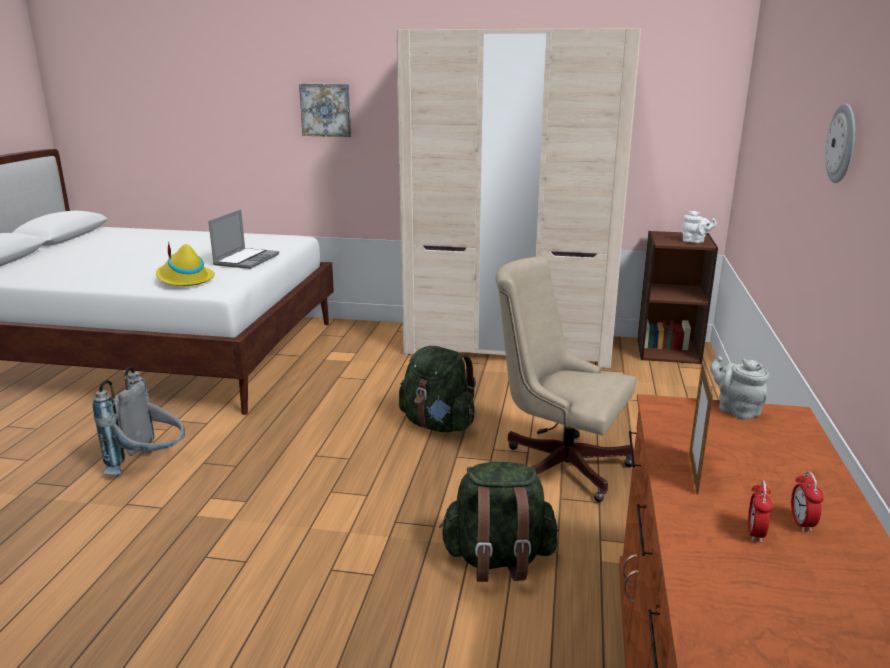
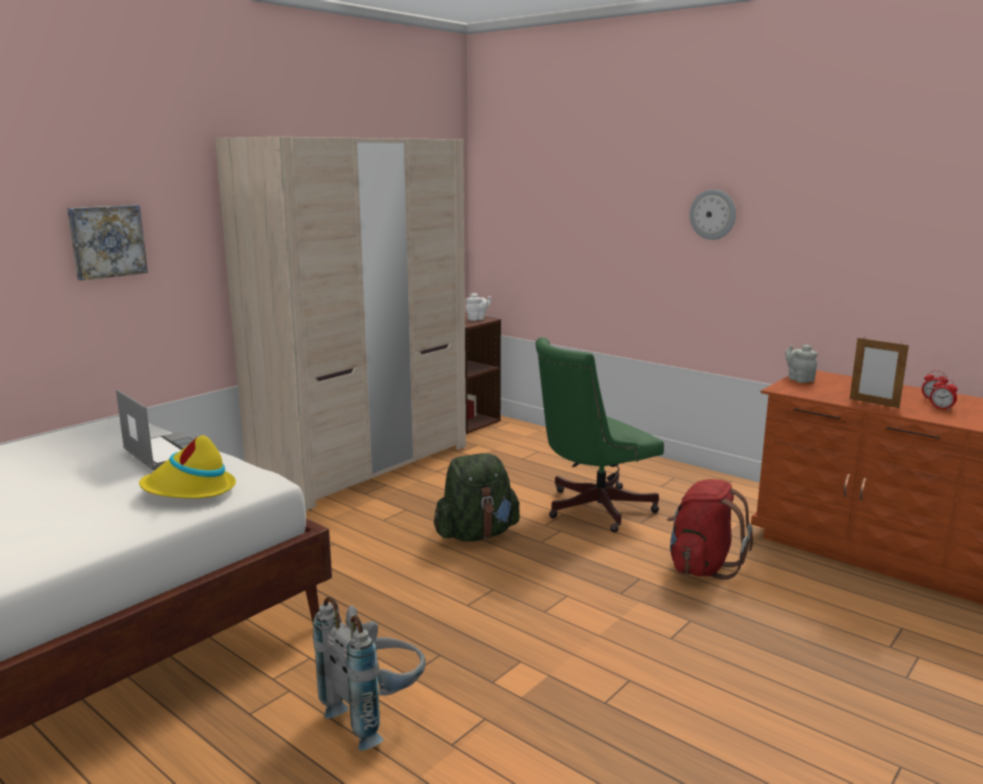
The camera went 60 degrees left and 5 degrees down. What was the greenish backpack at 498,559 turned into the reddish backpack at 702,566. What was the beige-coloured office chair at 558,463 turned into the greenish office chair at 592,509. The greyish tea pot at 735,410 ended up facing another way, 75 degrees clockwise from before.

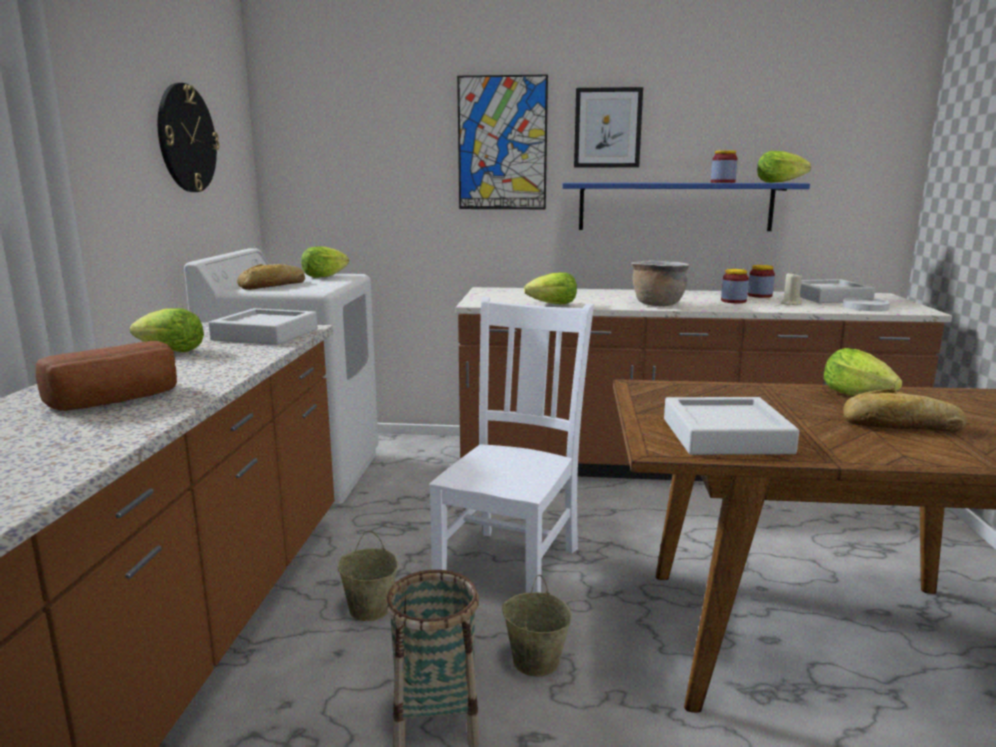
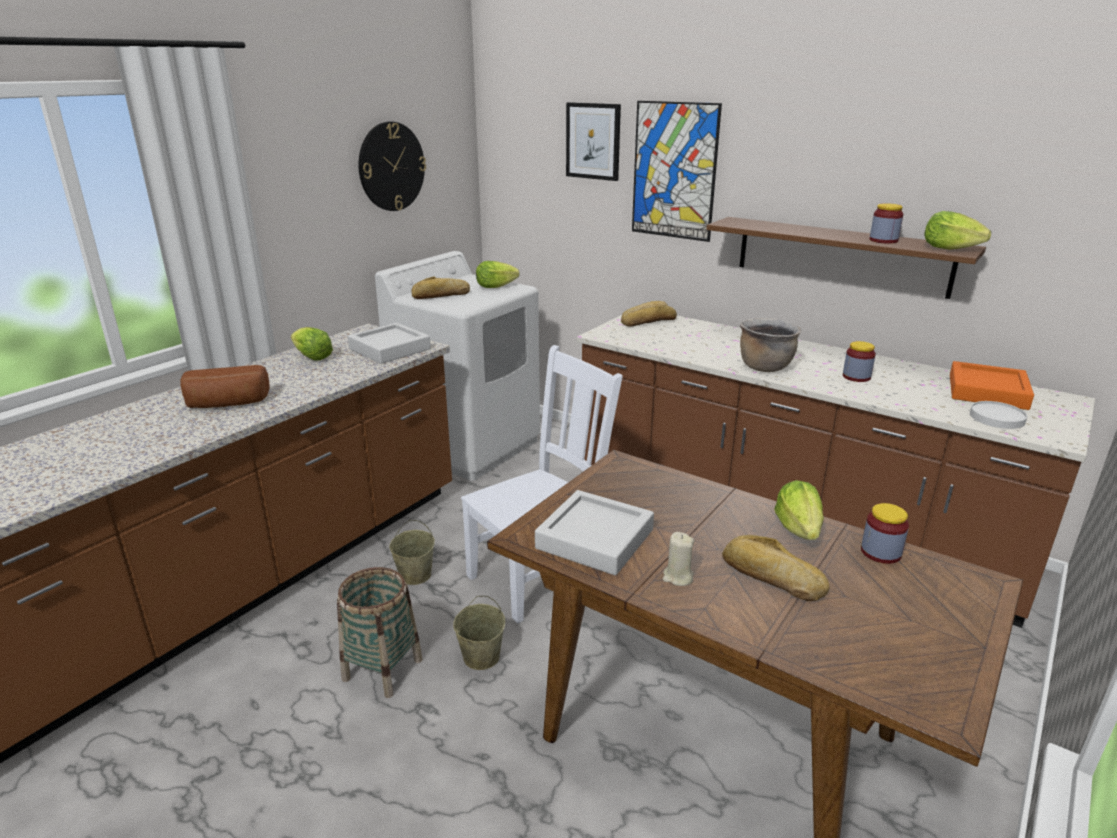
The camera went 30 degrees right and 10 degrees up. The second view lost the head of lettuce at 553,304. The second view gained the baked bread at 647,321. The picture ended up elsewhere, having gone from 607,128 to 593,141. The storage jar ended up elsewhere, having gone from 759,296 to 880,552. The beige-coloured candle ended up elsewhere, having gone from 790,304 to 677,577. What was the blue bracket shelf at 675,206 turned into the brown bracket shelf at 841,256. What was the greyish serving tray at 829,297 turned into the orange serving tray at 987,392.

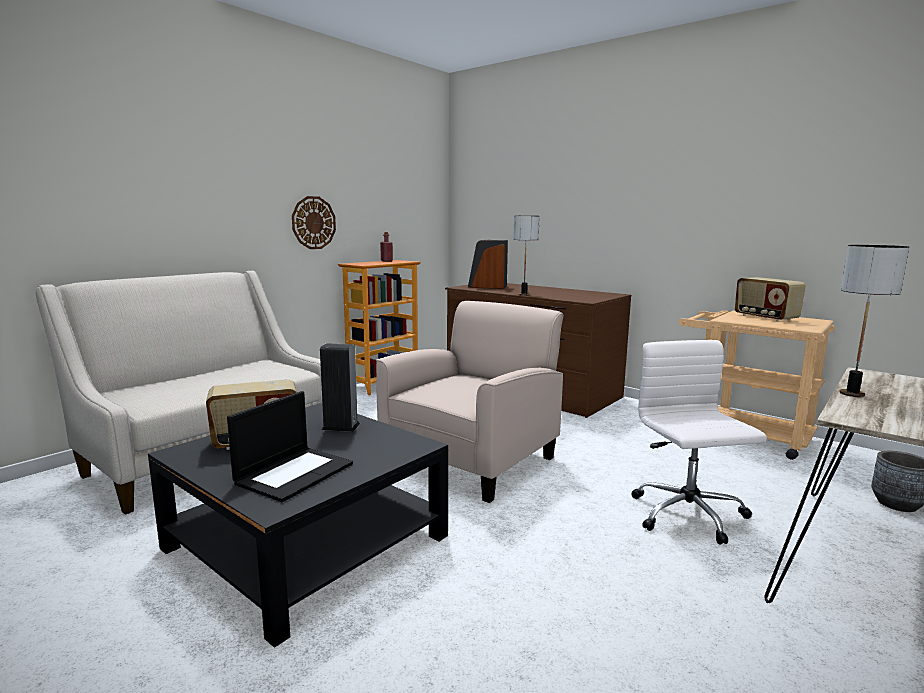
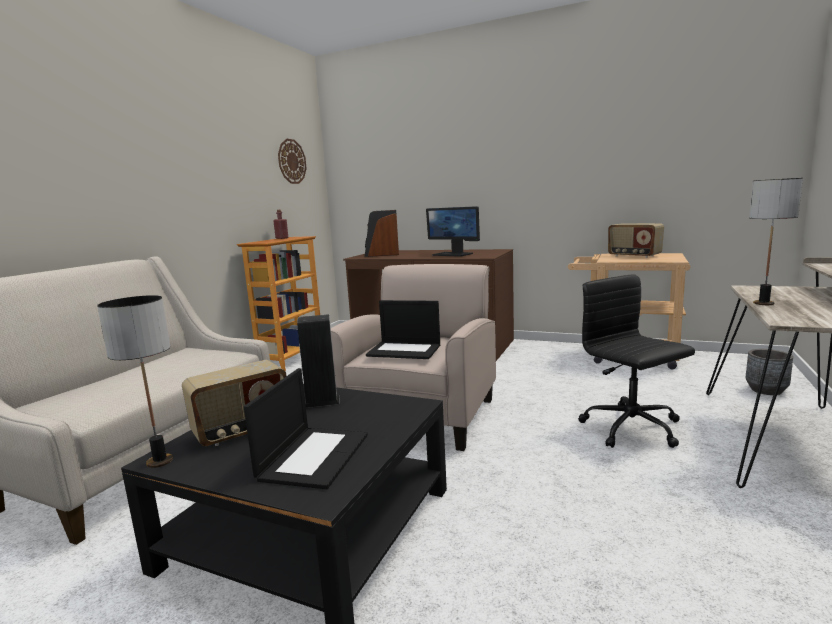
The camera went 15 degrees left and 0 degrees up. The second view gained the portable computer at 405,350. The second view gained the monitor at 453,254. The clock on the wall ended up elsewhere, having gone from 313,223 to 291,161. The tabletop lamp ended up elsewhere, having gone from 524,294 to 160,461. What was the whitish office chair at 688,516 turned into the black office chair at 632,428.

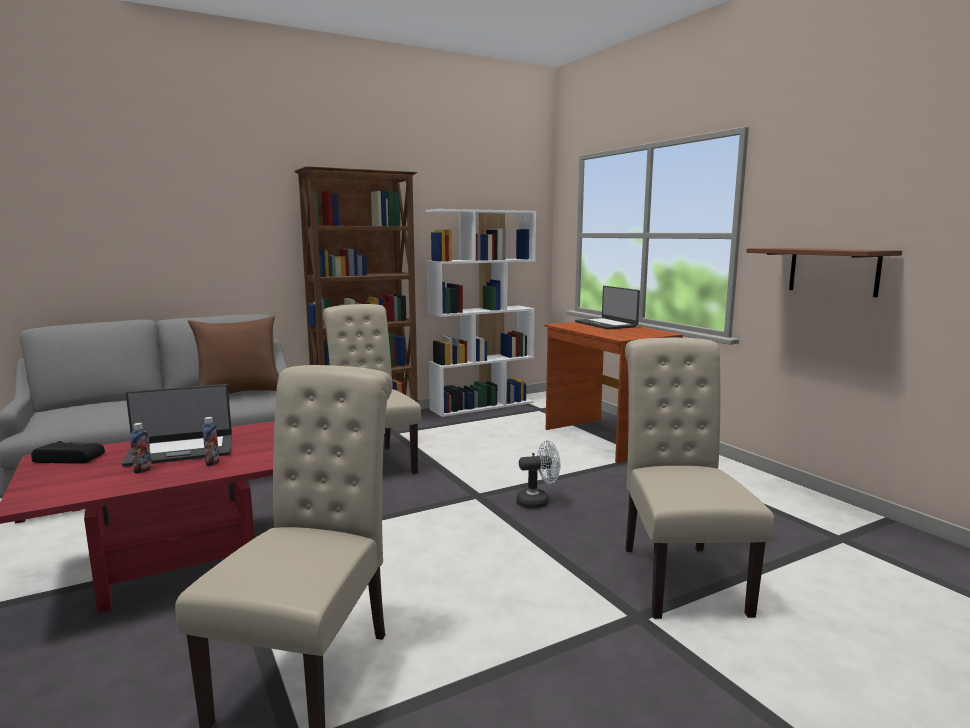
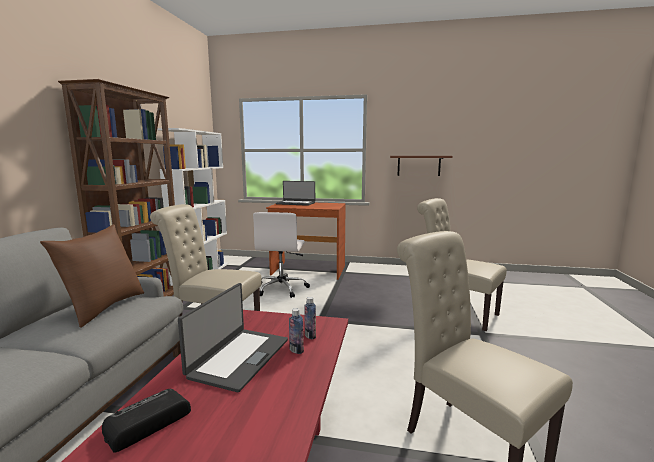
The camera went 50 degrees left and 0 degrees up. The second view lost the whitish cooling fan at 538,501. The second view gained the whitish office chair at 281,288. The drink bottle ended up elsewhere, having gone from 143,470 to 310,336.

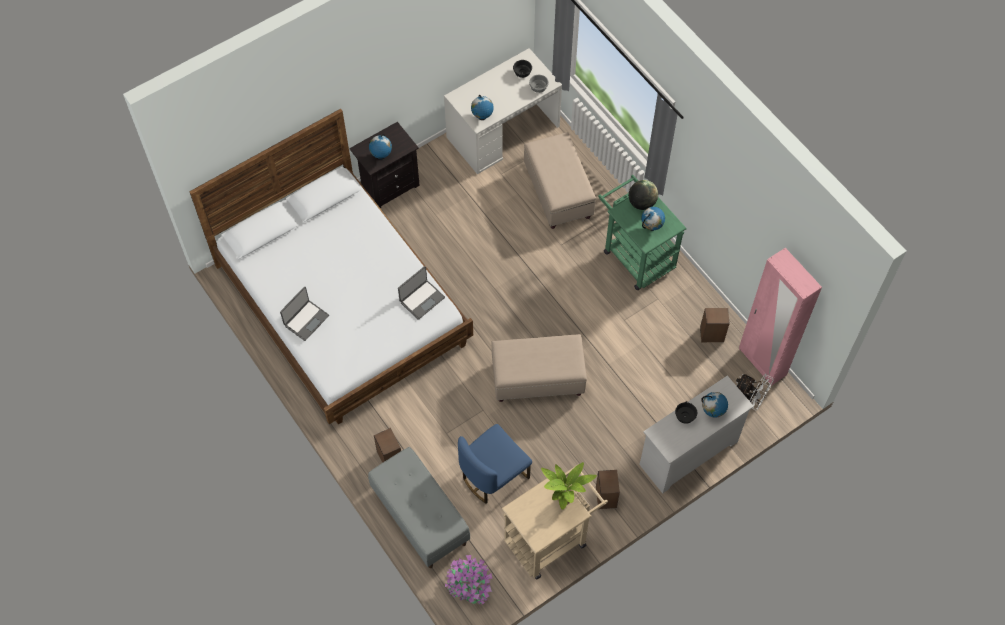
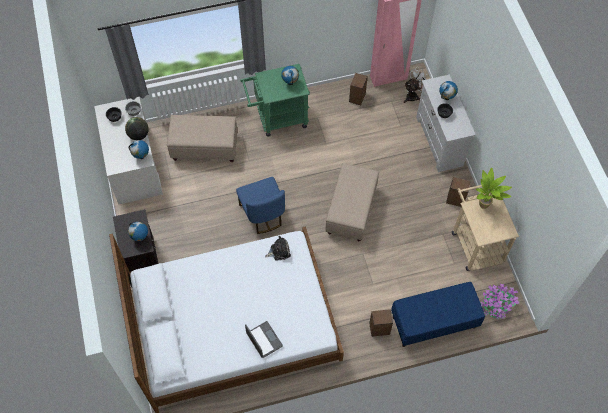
The camera went 70 degrees left and 0 degrees up. The blue upright chair ended up elsewhere, having gone from 493,475 to 262,214. The world globe ended up elsewhere, having gone from 642,203 to 139,135. Where the portable computer stood at 421,299, the plush toy came to stand at 279,251. What was the greyish indoor bench at 419,517 turned into the blue indoor bench at 433,322.

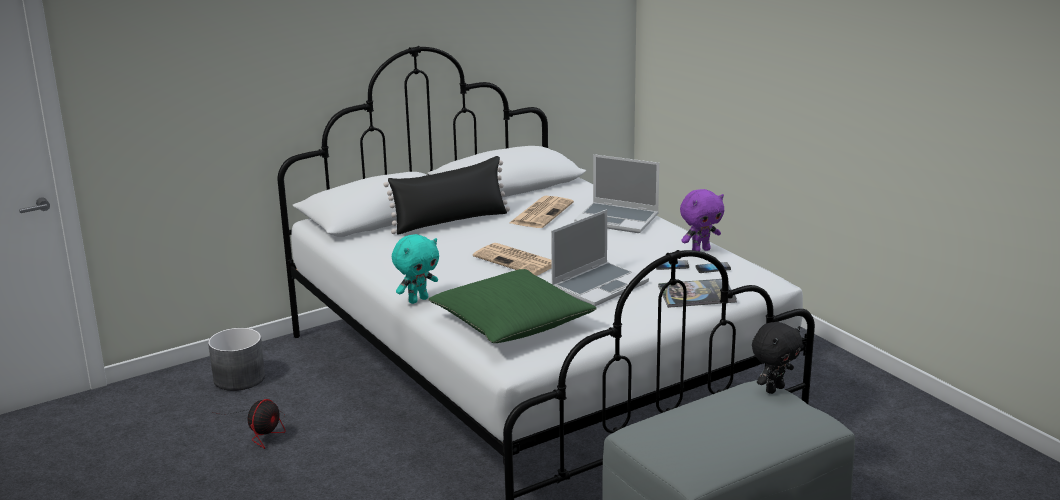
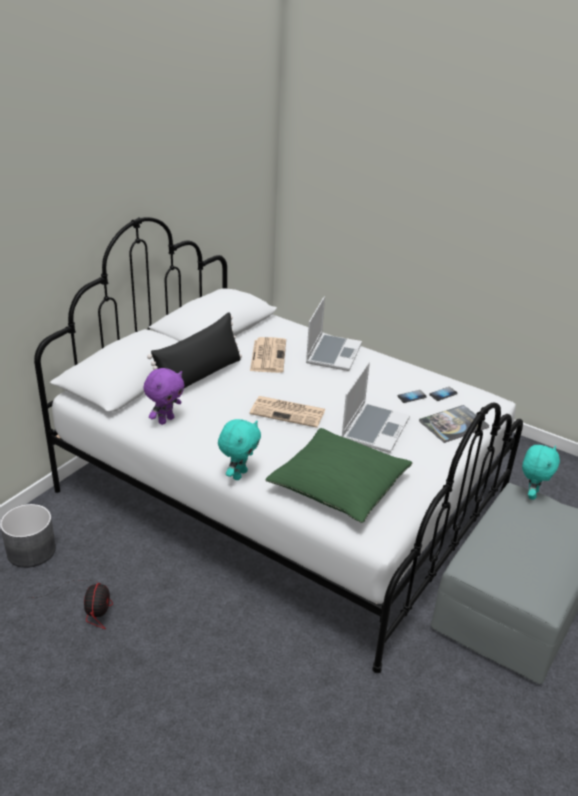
The camera went 25 degrees left and 10 degrees up. The purple-coloured plush toy ended up elsewhere, having gone from 700,250 to 165,420. What was the black plush toy at 774,389 turned into the turquoise plush toy at 531,494. The portable computer at 618,219 ended up facing another way, 75 degrees counterclockwise from before.

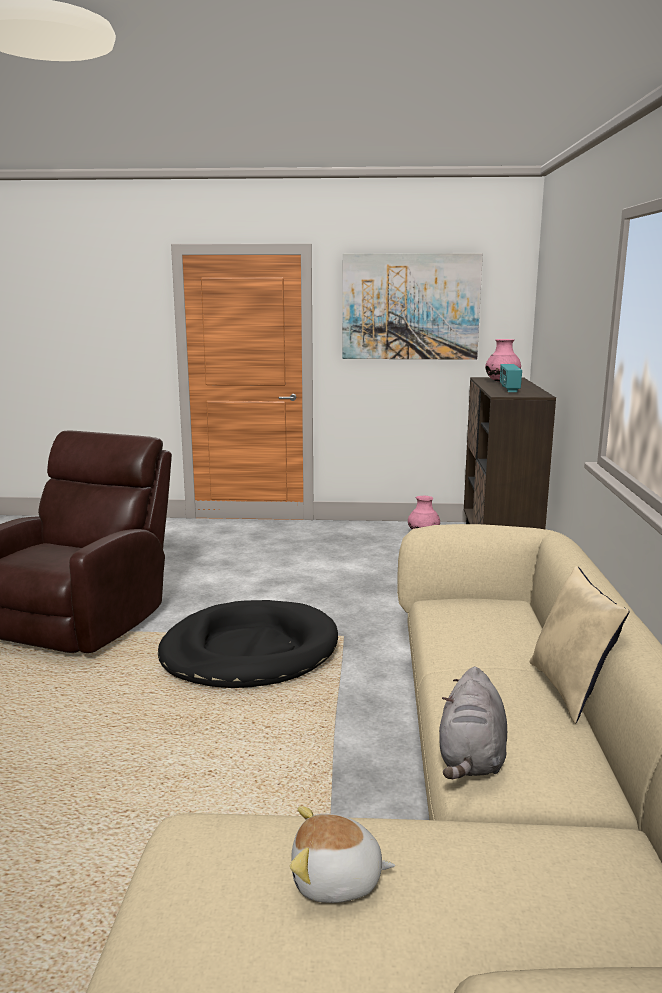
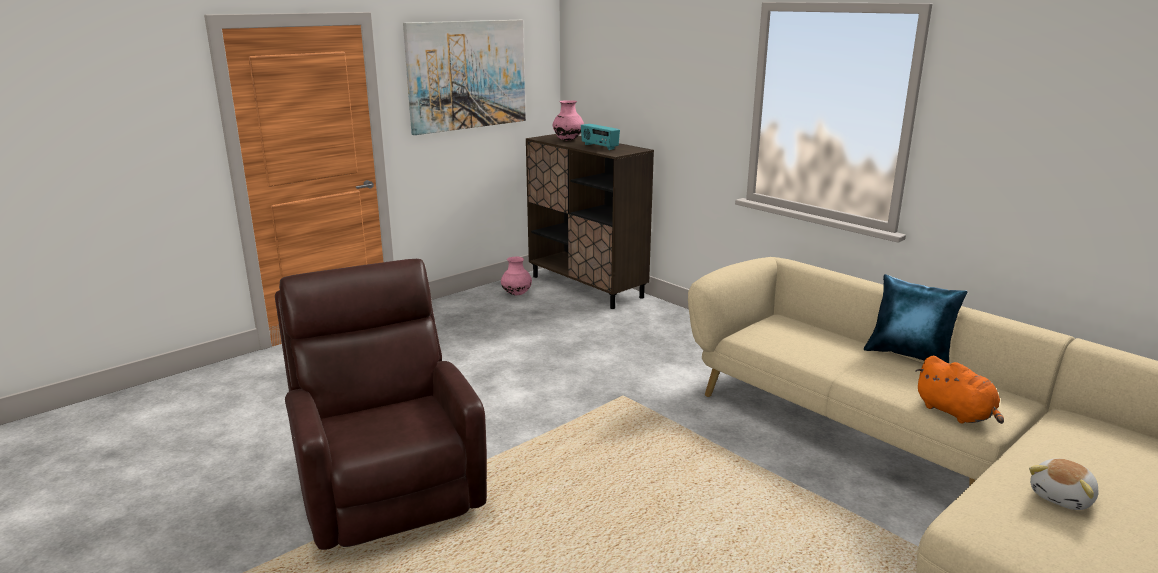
The camera went 45 degrees left and 5 degrees up. The second view lost the black pet bed at 249,651. What was the greyish plush toy at 471,758 turned into the orange plush toy at 956,413. What was the beige-coloured cushion at 571,690 turned into the blue cushion at 909,356.

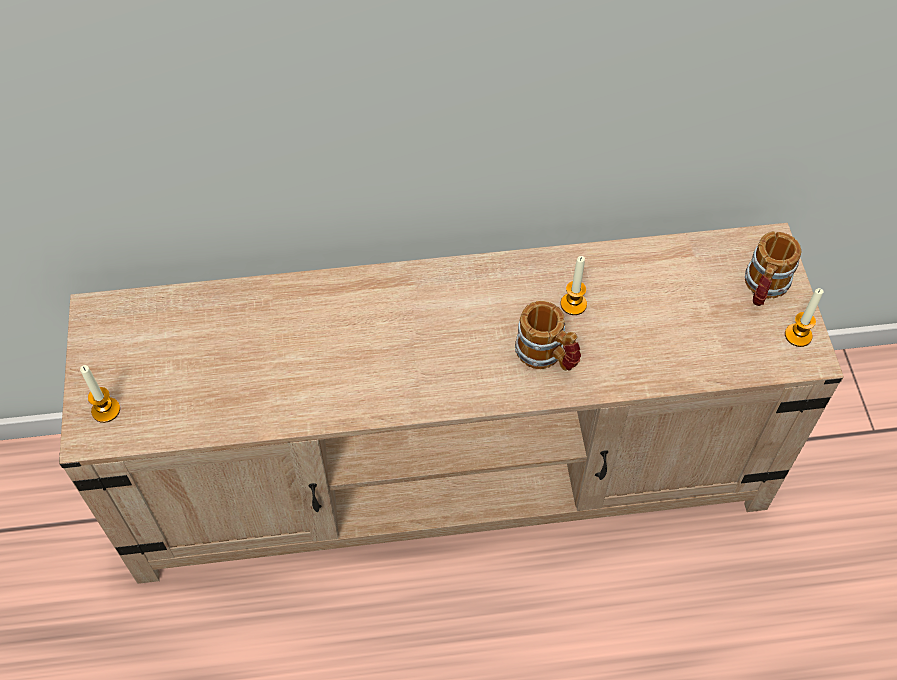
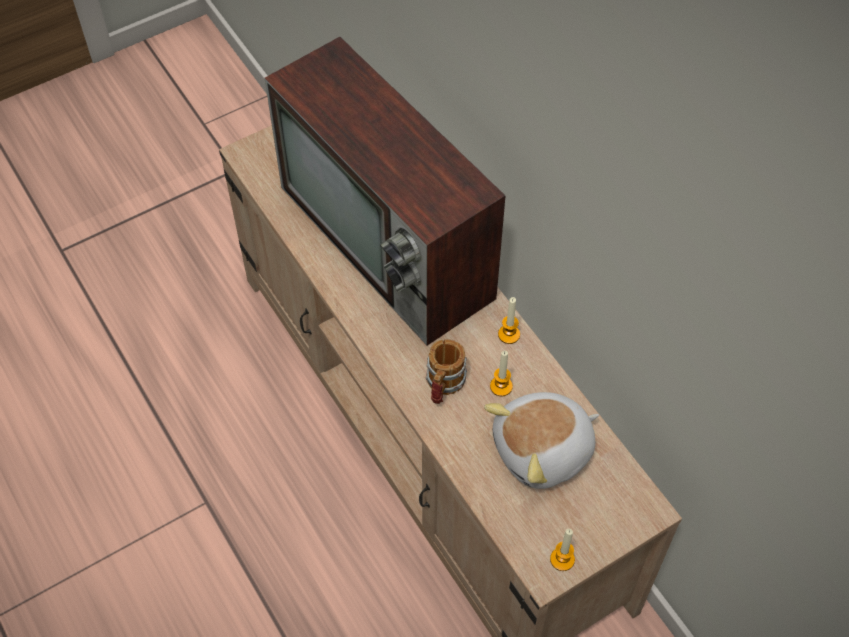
The camera went 65 degrees right and 0 degrees up. The second view lost the mug at 763,288. The second view gained the television at 390,244. The second view gained the plush toy at 543,451. The candle ended up elsewhere, having gone from 106,410 to 509,334.

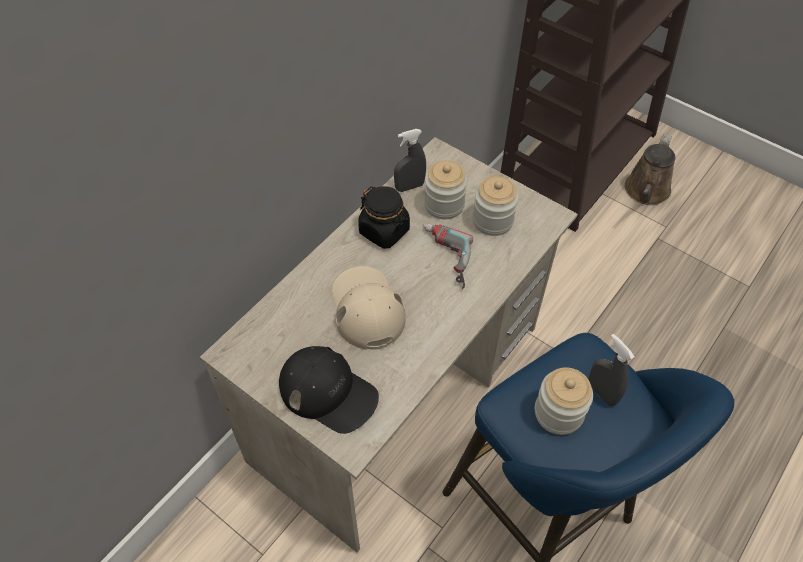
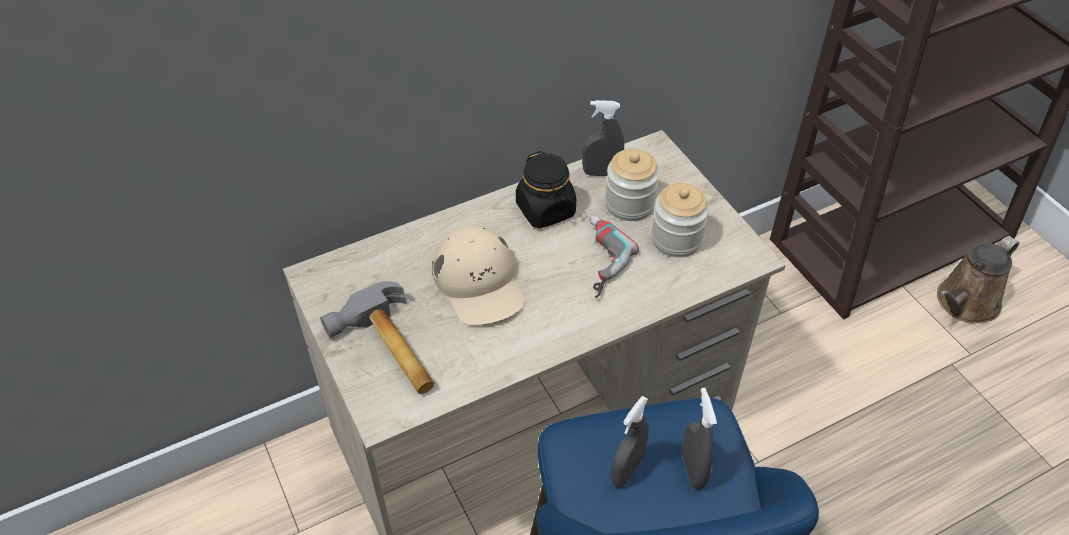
The camera went 25 degrees right and 5 degrees down. Where the black cap stood at 328,392, the tool hammer came to stand at 388,351. Where the storage jar stood at 558,413, the greyish sprayer came to stand at 627,471. The beige-coloured cap at 367,309 ended up facing another way, 150 degrees clockwise from before.

